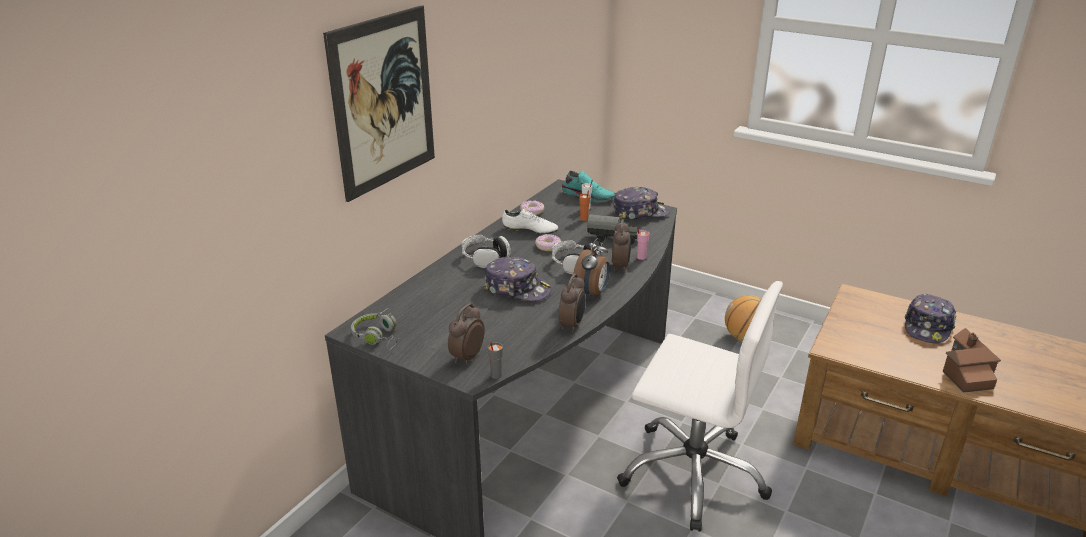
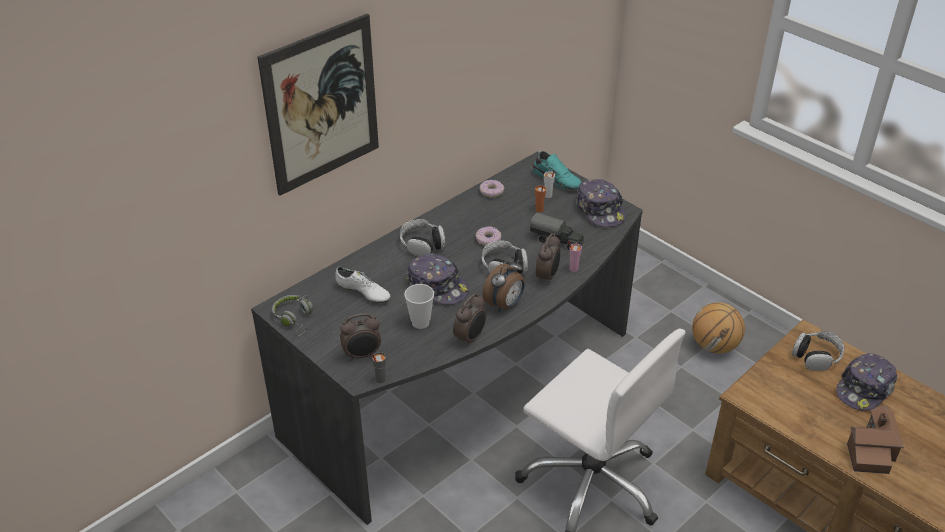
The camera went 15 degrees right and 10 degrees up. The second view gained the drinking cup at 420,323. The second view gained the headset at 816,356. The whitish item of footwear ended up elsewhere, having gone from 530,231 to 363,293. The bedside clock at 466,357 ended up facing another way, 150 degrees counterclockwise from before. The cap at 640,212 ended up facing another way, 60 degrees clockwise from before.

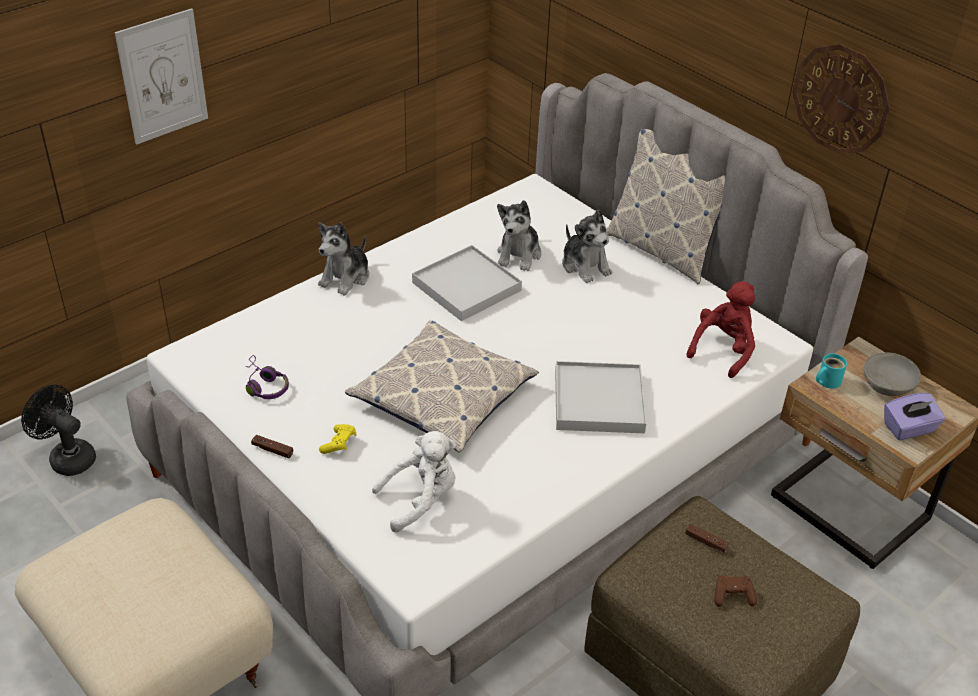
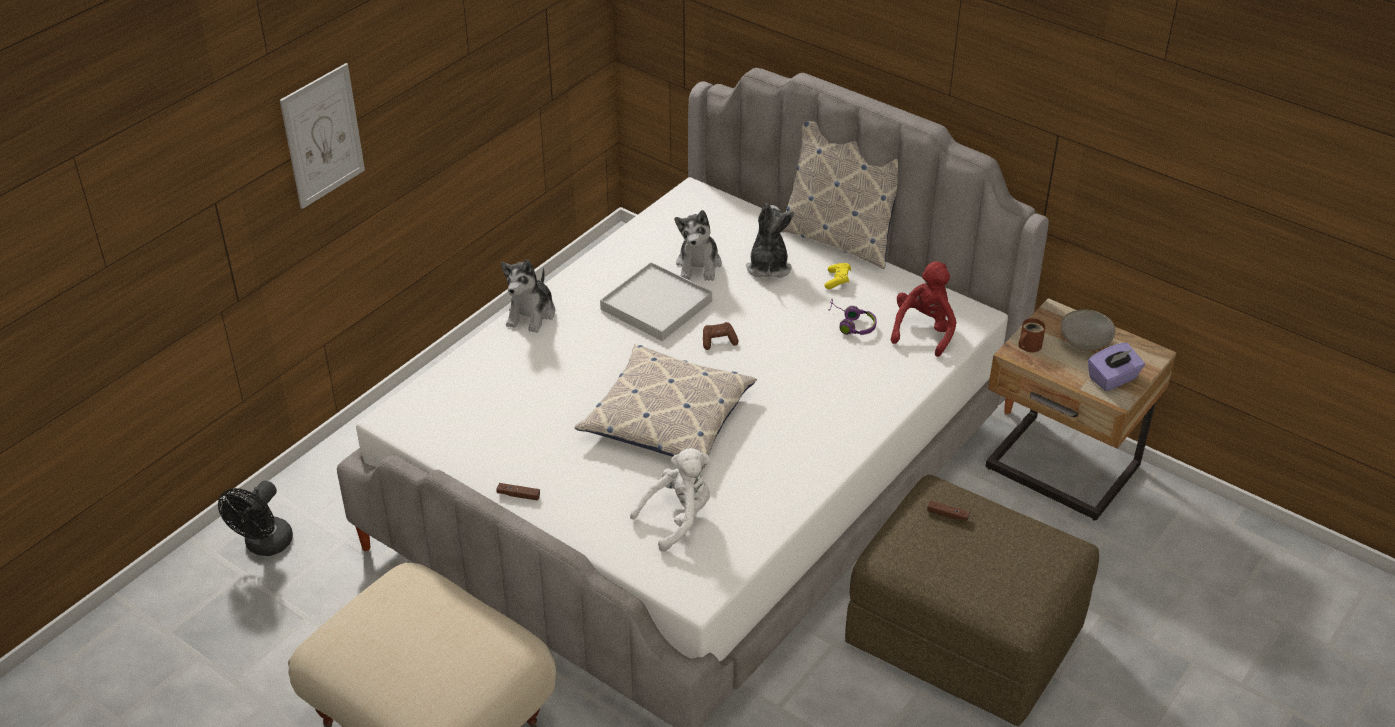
The camera went 10 degrees left and 0 degrees up. The second view lost the whitish serving tray at 599,401. The second view lost the clock on the wall at 841,99. The purple-coloured headset ended up elsewhere, having gone from 264,386 to 851,324. The yellow-coloured game controller ended up elsewhere, having gone from 339,444 to 837,281. The brown game controller ended up elsewhere, having gone from 733,596 to 718,341. What was the turquoise mug at 826,381 turned into the brown mug at 1028,345. The black cooling fan at 67,457 ended up facing another way, 90 degrees counterclockwise from before. The plush toy at 585,266 ended up facing another way, 135 degrees counterclockwise from before.

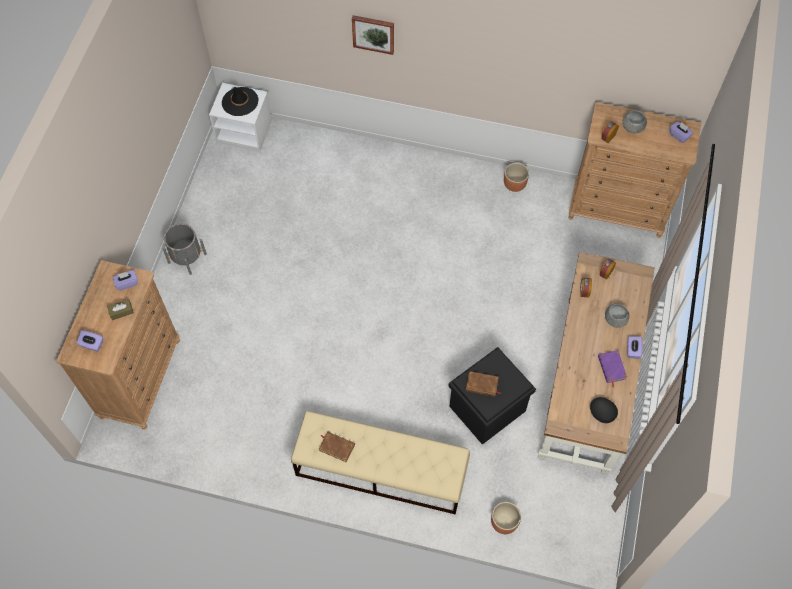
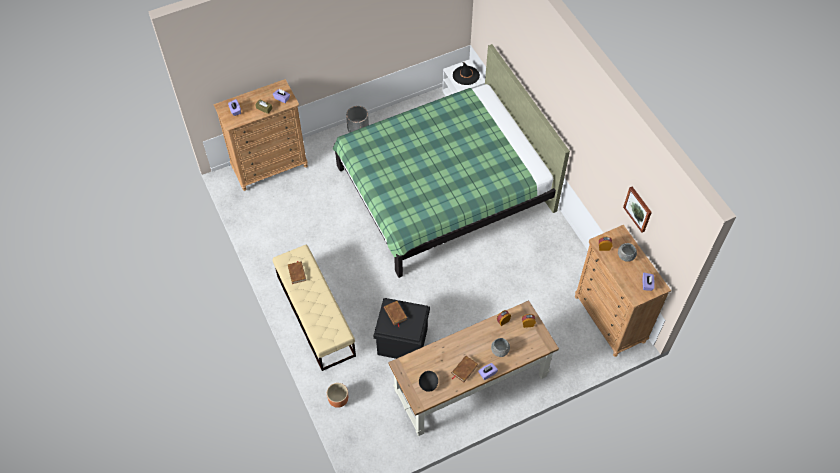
The camera went 50 degrees right and 5 degrees down. The second view lost the brown planter at 514,184. The second view gained the greenish bed at 443,188. The picture ended up elsewhere, having gone from 373,33 to 638,209. What was the purple-coloured book at 611,368 turned into the brown book at 464,369.

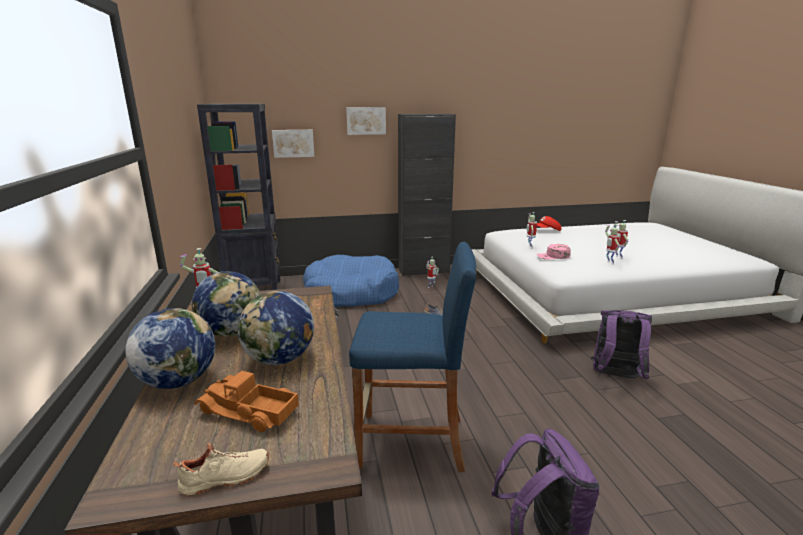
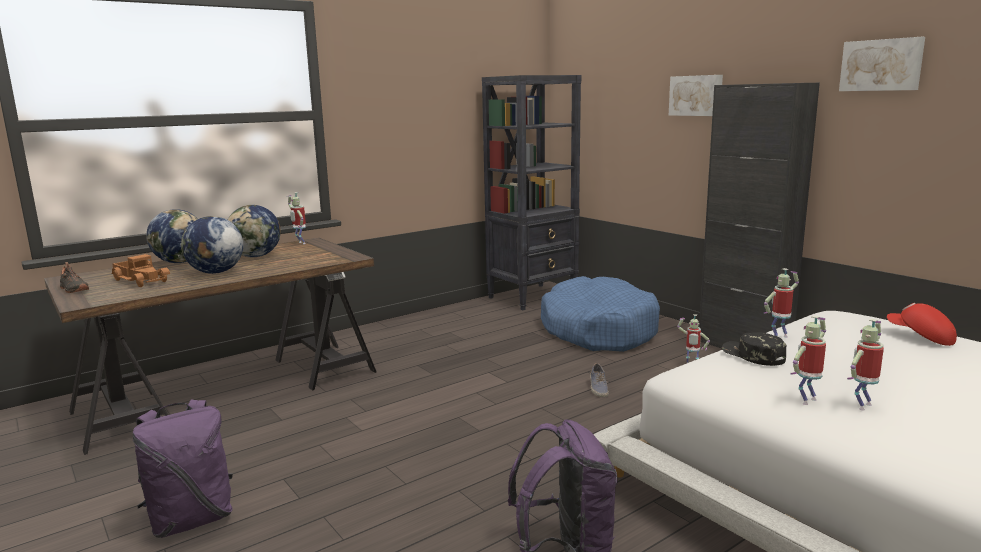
The camera went 65 degrees right and 5 degrees down. The second view lost the blue stool at 411,442. The picture ended up elsewhere, having gone from 293,143 to 881,65. What was the beige-coloured item of footwear at 226,479 turned into the black item of footwear at 73,290. What was the pink-coloured cap at 553,256 turned into the black cap at 753,355. The model truck at 248,412 ended up facing another way, 135 degrees clockwise from before.

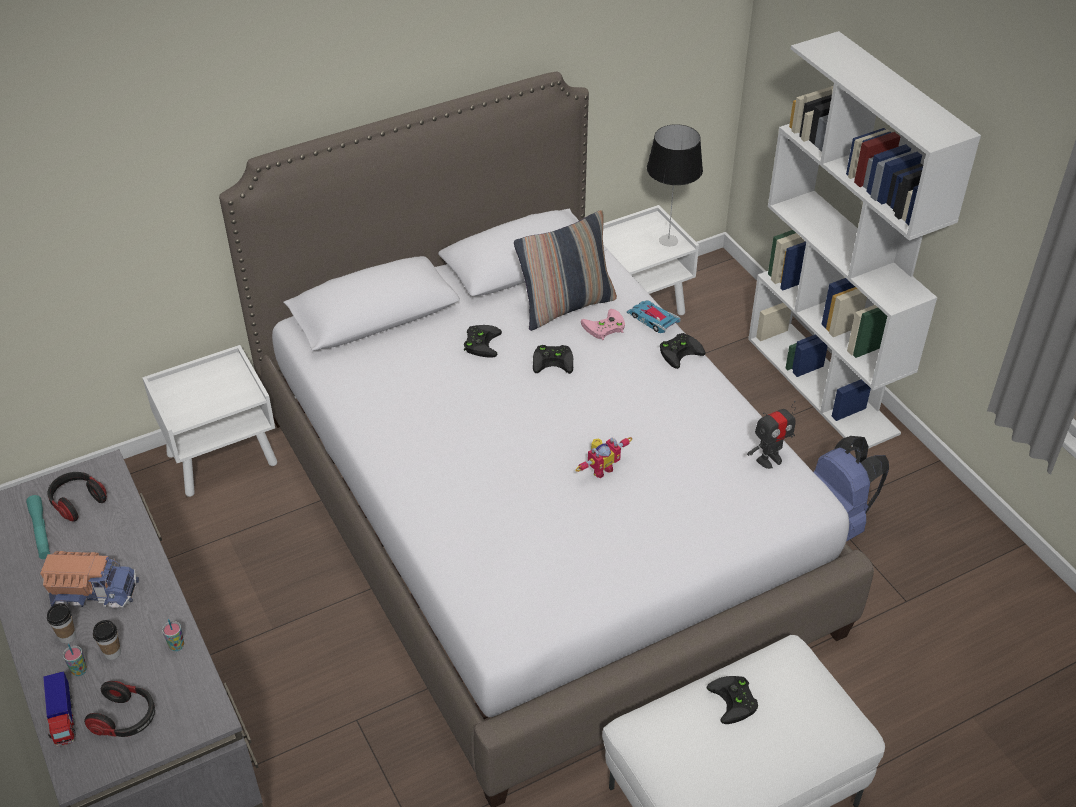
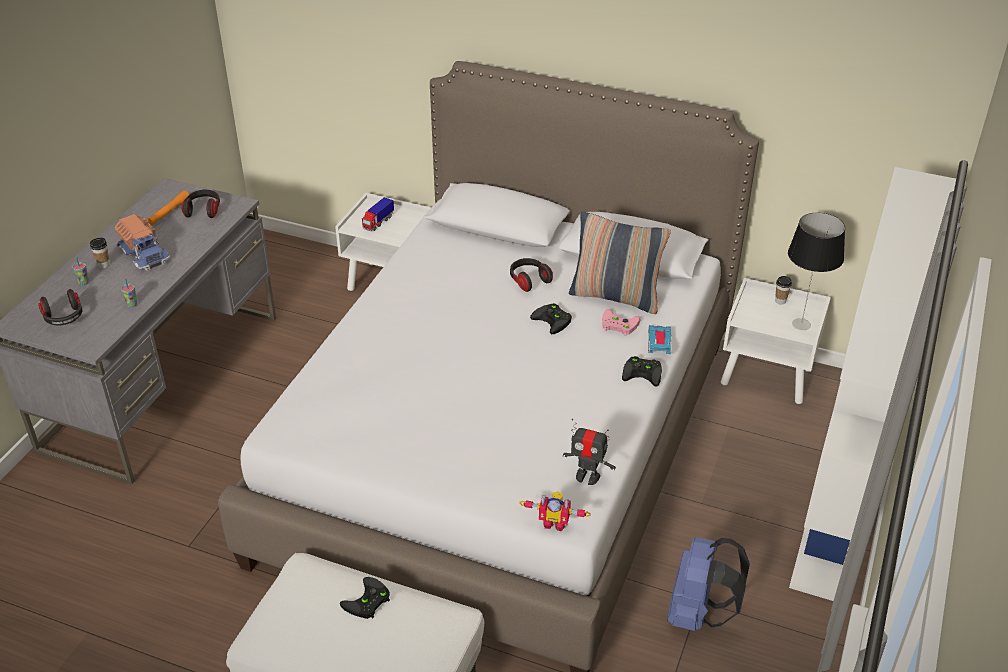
The camera went 50 degrees right and 5 degrees down. The model truck ended up elsewhere, having gone from 63,718 to 378,222. The drinking cup ended up elsewhere, having gone from 112,653 to 780,301. The model robot ended up elsewhere, having gone from 600,468 to 554,522. Where the black game controller stood at 481,342, the headset came to stand at 529,280. What was the turquoise torch at 40,532 turned into the orange torch at 169,212.

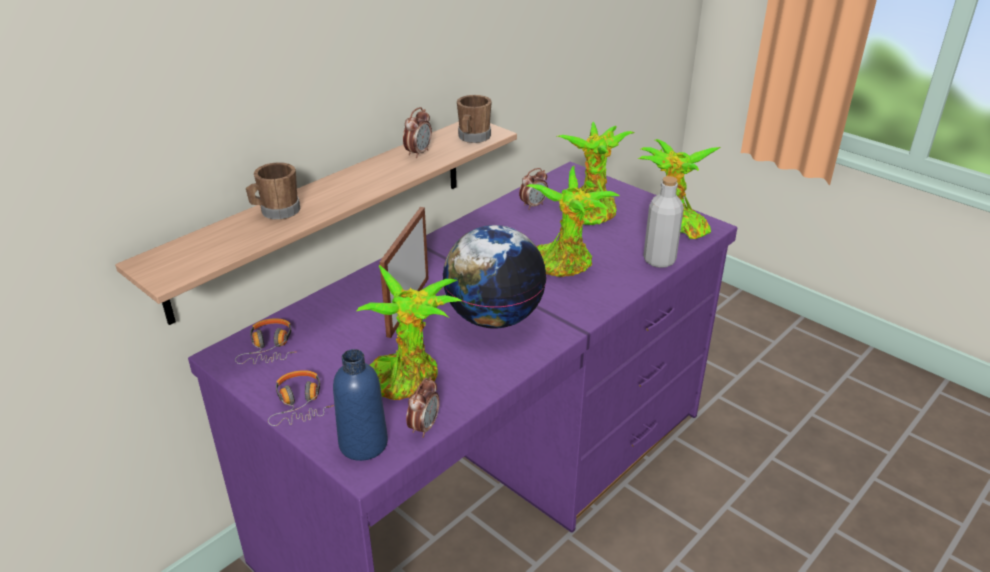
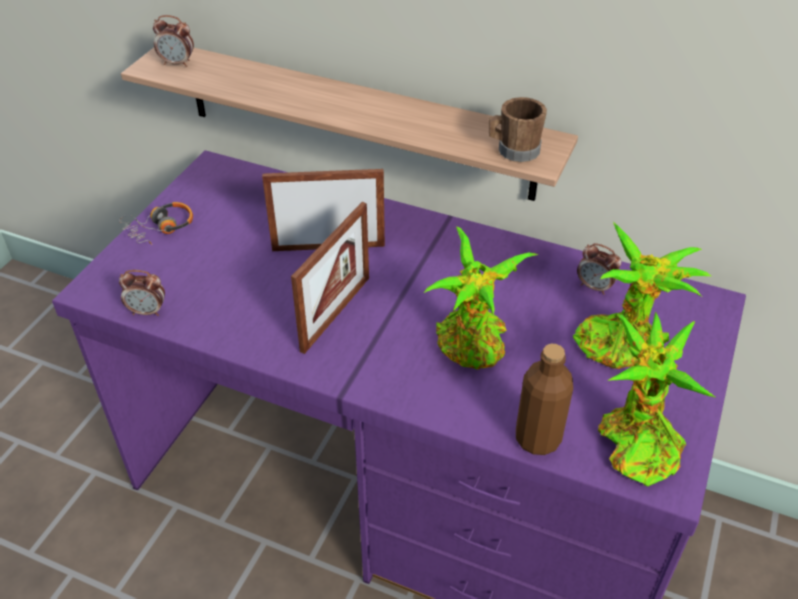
The camera went 70 degrees right and 10 degrees up. The second view lost the headset at 270,348. The second view lost the brown mug at 276,212. The second view lost the blue drink bottle at 363,444. The second view lost the houseplant at 407,378. The bedside clock ended up elsewhere, having gone from 418,153 to 177,63. Where the world globe stood at 494,318, the photo frame came to stand at 336,313. What was the greyish drink bottle at 659,260 turned into the brown drink bottle at 537,438.

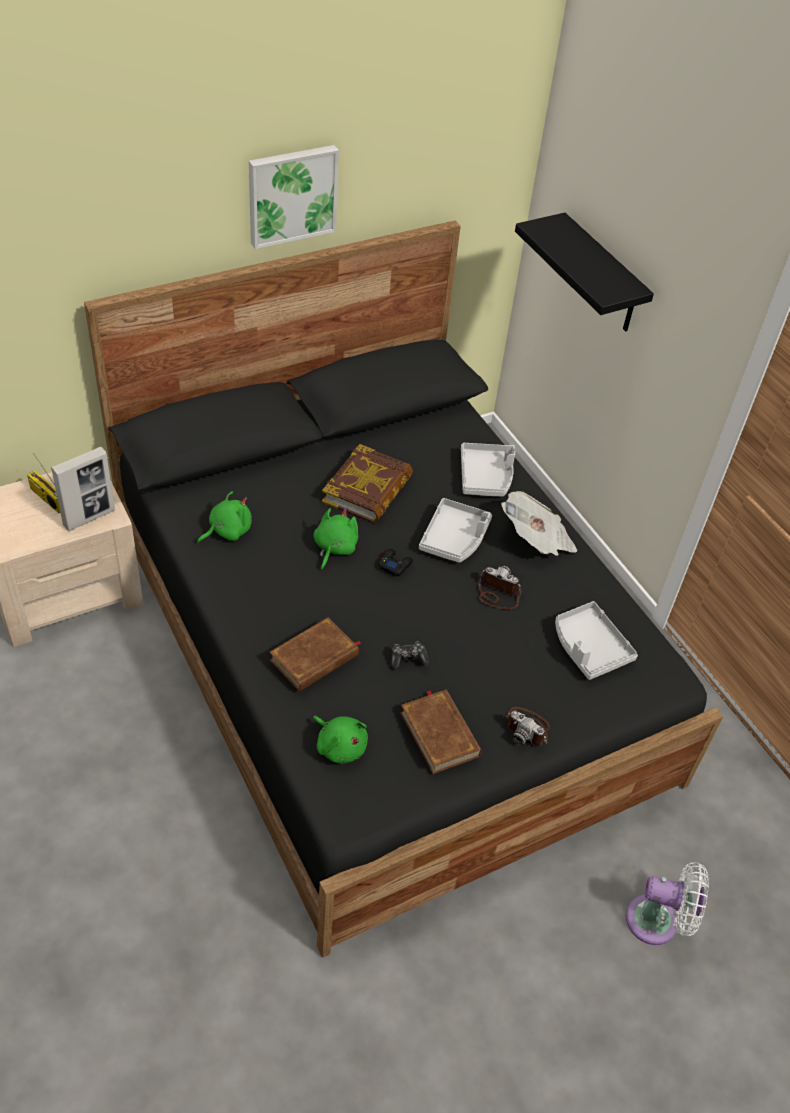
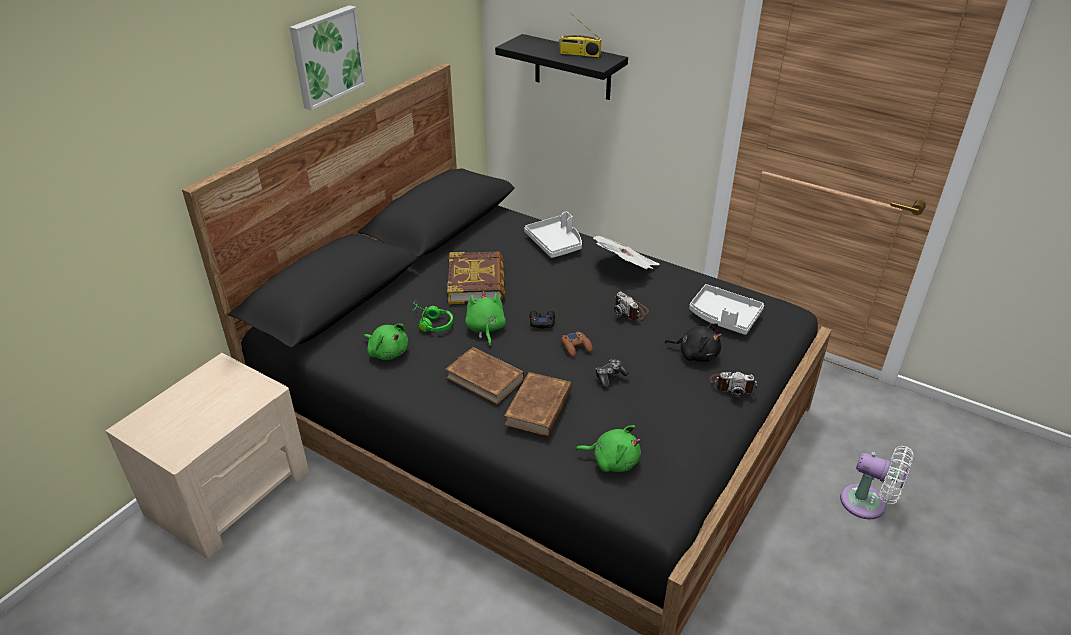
The camera went 25 degrees left and 10 degrees down. The second view lost the photo frame at 89,517. The second view lost the greyish serving tray at 454,538. The second view gained the greenish headset at 431,323. The second view gained the brown game controller at 576,347. The second view gained the black plush toy at 696,354. The radio ended up elsewhere, having gone from 46,498 to 579,54. The brown book ended up elsewhere, having gone from 440,734 to 485,378. The greenish plush toy at 227,530 ended up facing another way, 105 degrees clockwise from before. The still camera at 497,593 ended up facing another way, 120 degrees counterclockwise from before. The whitish cooling fan at 657,922 ended up facing another way, 45 degrees clockwise from before.

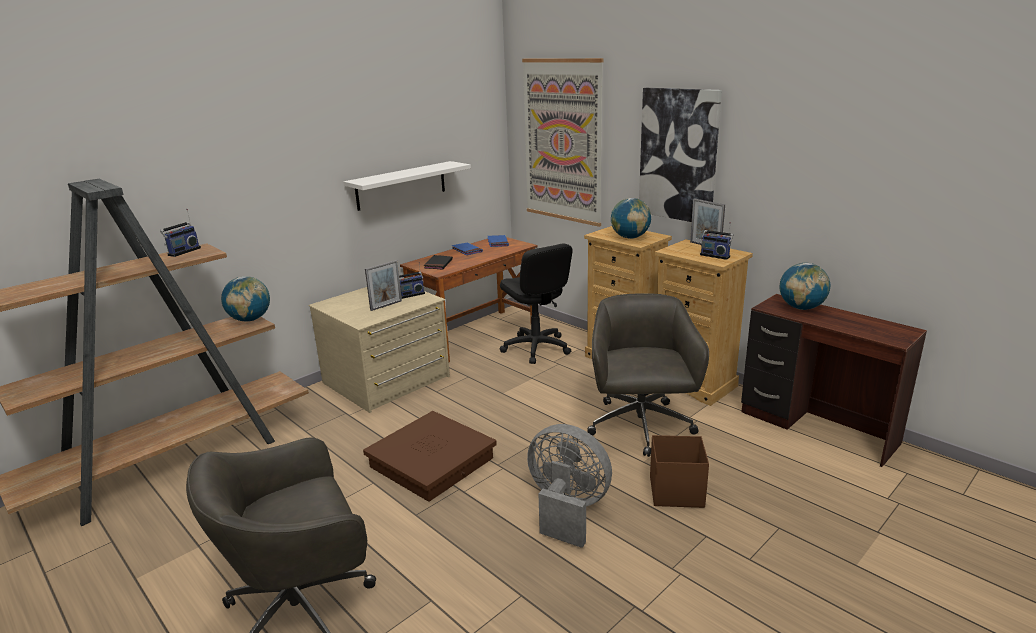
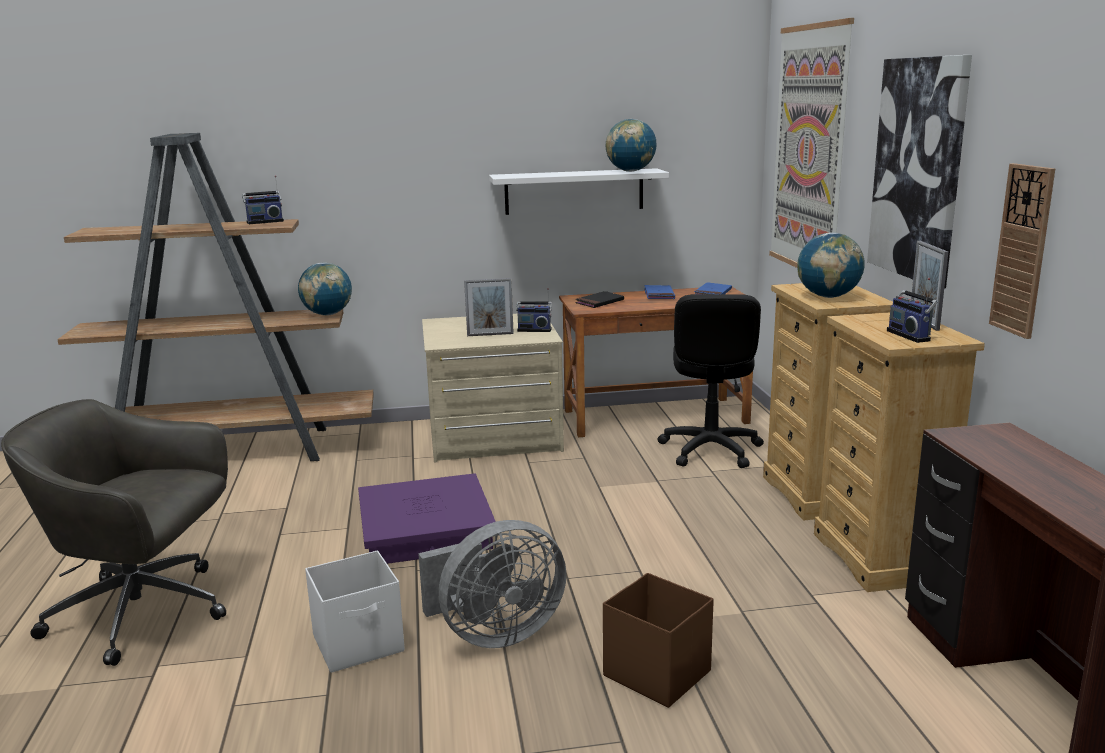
The camera went 35 degrees right and 5 degrees down. The second view lost the greyish office chair at 640,427. The second view gained the whitish storage bin at 360,644. The second view gained the clock on the wall at 1022,250. The world globe ended up elsewhere, having gone from 801,308 to 630,171. What was the brown storage bin at 432,462 turned into the purple-coloured storage bin at 426,529. The greyish cooling fan at 567,510 ended up facing another way, 90 degrees clockwise from before.

